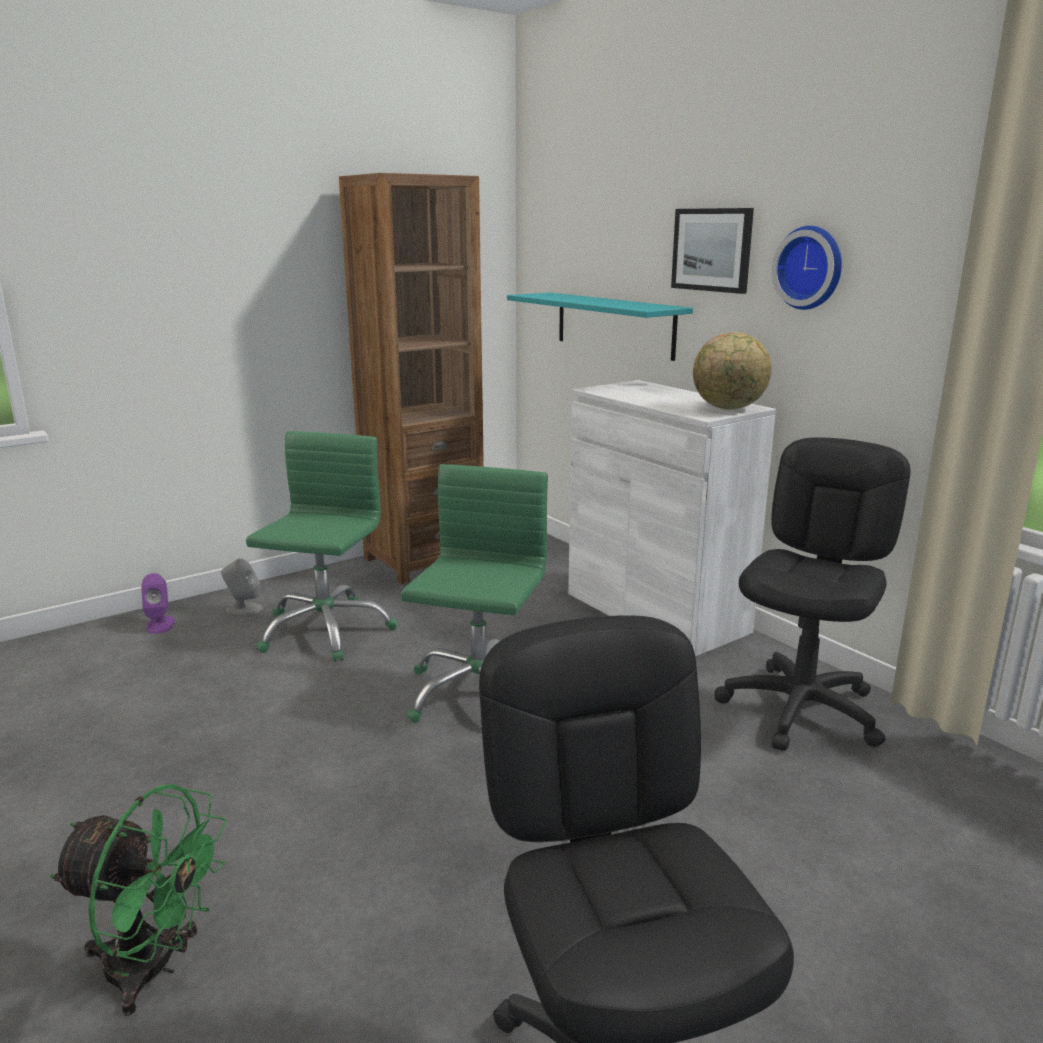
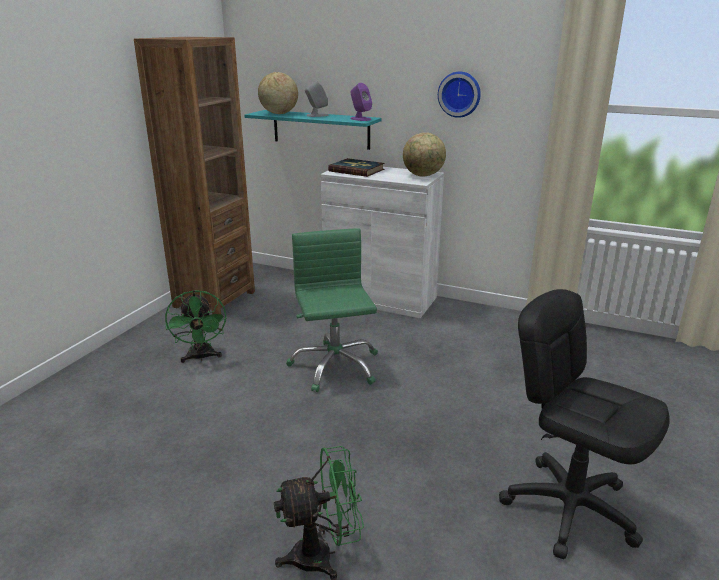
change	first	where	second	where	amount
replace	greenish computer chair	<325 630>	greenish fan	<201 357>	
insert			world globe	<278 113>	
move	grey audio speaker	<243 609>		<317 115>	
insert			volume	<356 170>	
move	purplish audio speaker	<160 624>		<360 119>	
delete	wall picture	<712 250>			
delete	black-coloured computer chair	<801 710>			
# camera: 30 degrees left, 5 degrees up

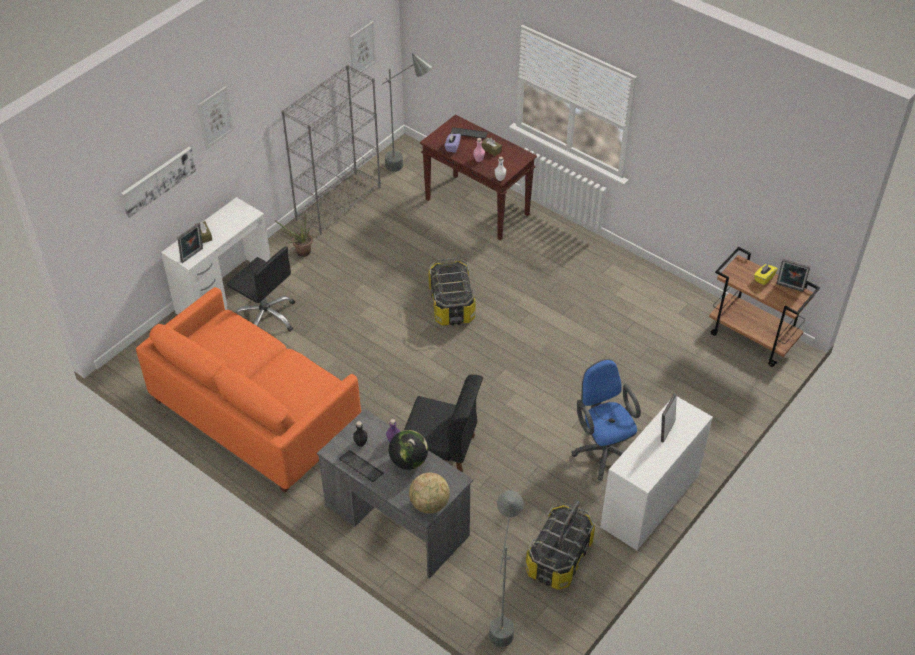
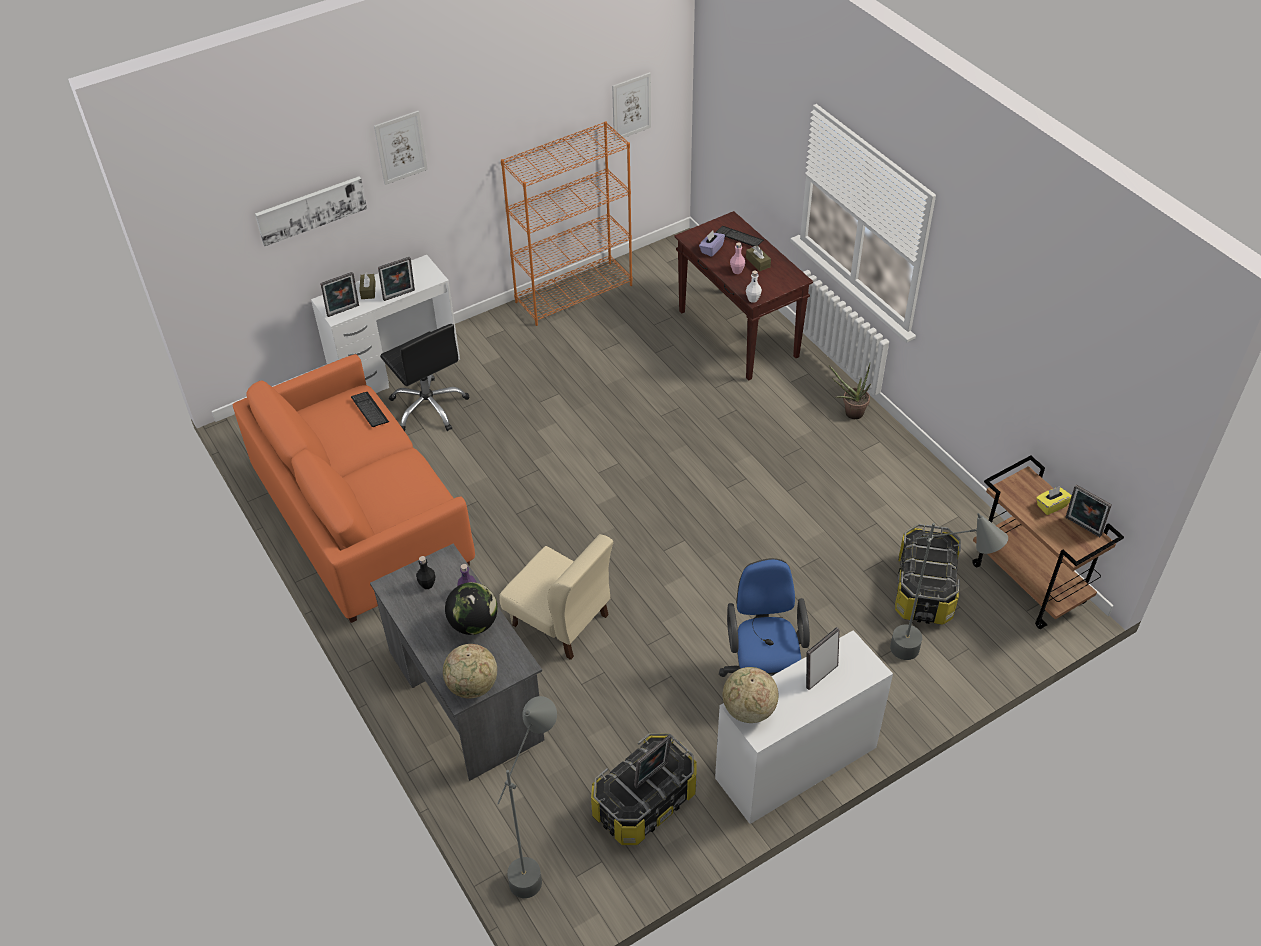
change	first	where	second	where	amount
move	keyboard	<361 467>		<370 410>	
insert			standing frame	<399 296>	
recolor	black-coloured plain chair	<442 449>	sand-coloured plain chair	<560 620>	
recolor	grey bookshelf	<338 203>	orange-coloured bookshelf	<574 293>	
insert			world globe	<748 710>	
move	plant in a pot	<300 252>		<850 413>	
move	grey standard lamp	<409 167>		<928 657>	
move	storage box	<452 304>		<925 590>	
# camera: 20 degrees right, 0 degrees up

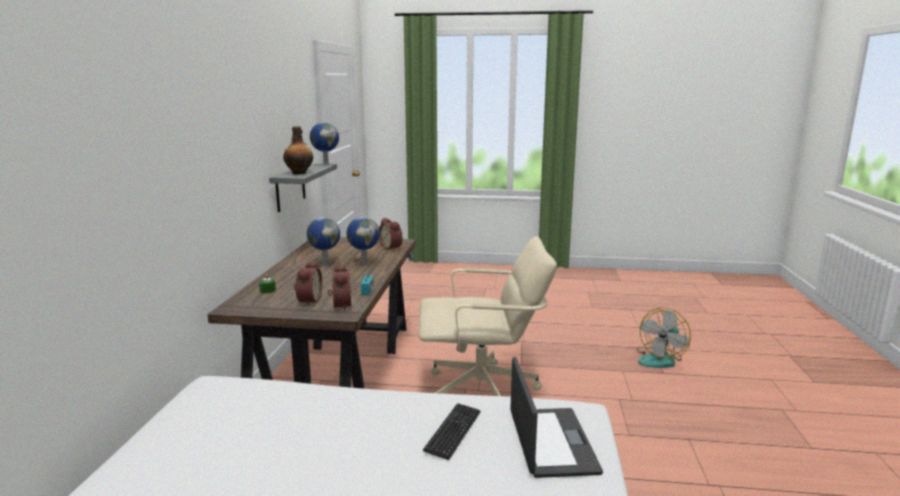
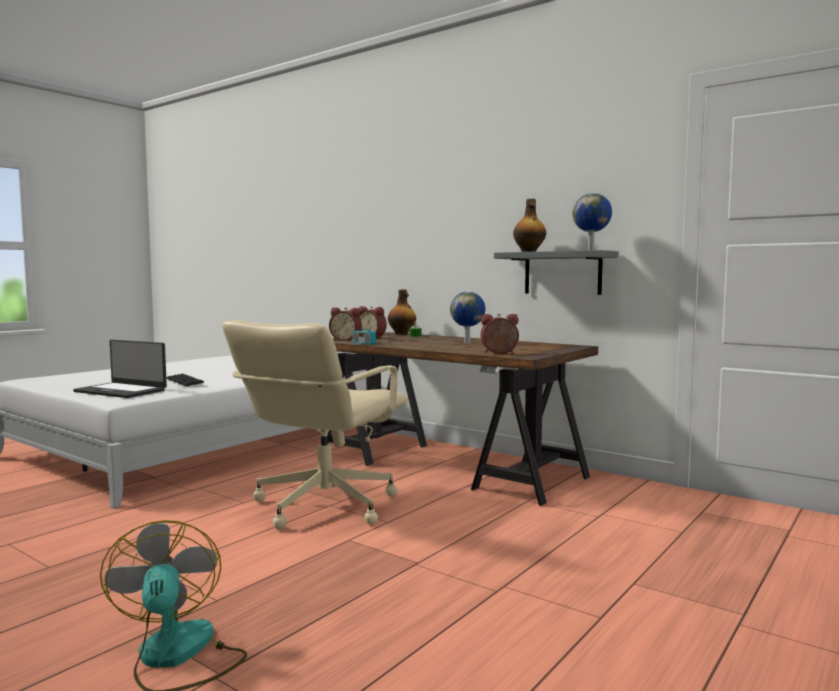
change	first	where	second	where	amount
insert			beverage bottle	<402 334>	
delete	world globe	<364 263>			
# camera: 120 degrees right, 10 degrees down

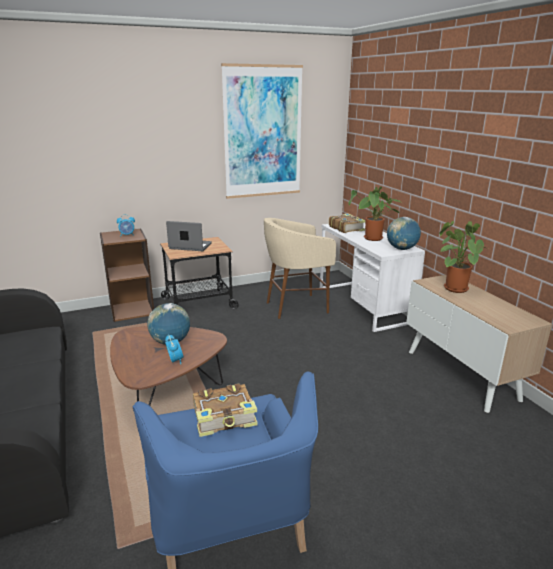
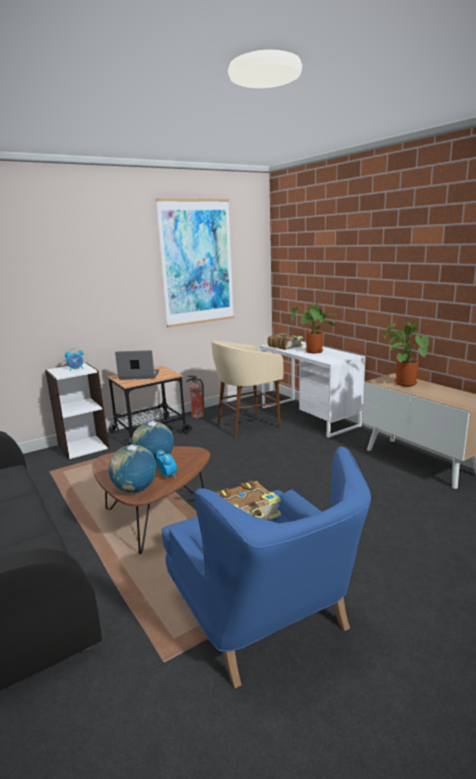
change	first	where	second	where	amount
recolor	brown bookshelf	<132 310>	whitish bookshelf	<83 447>	
move	world globe	<401 249>		<135 489>	
insert			extinguisher	<197 416>	
# camera: 10 degrees left, 5 degrees down

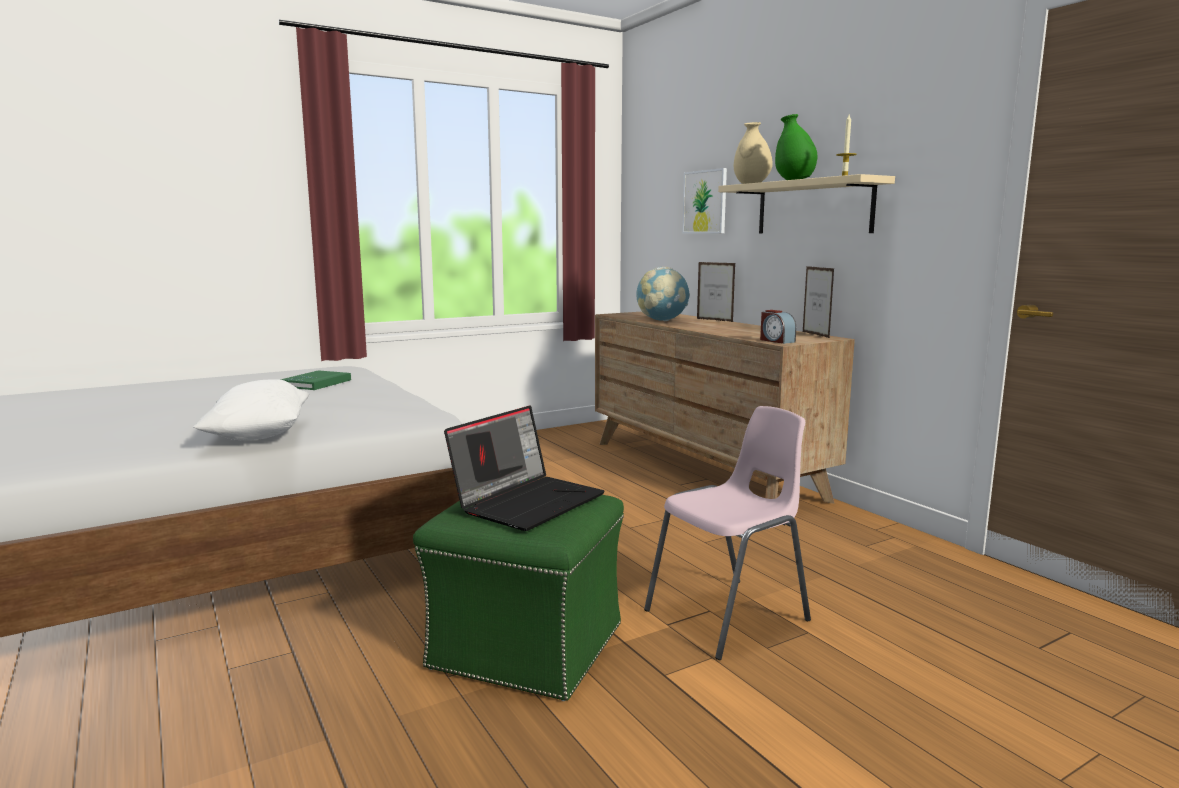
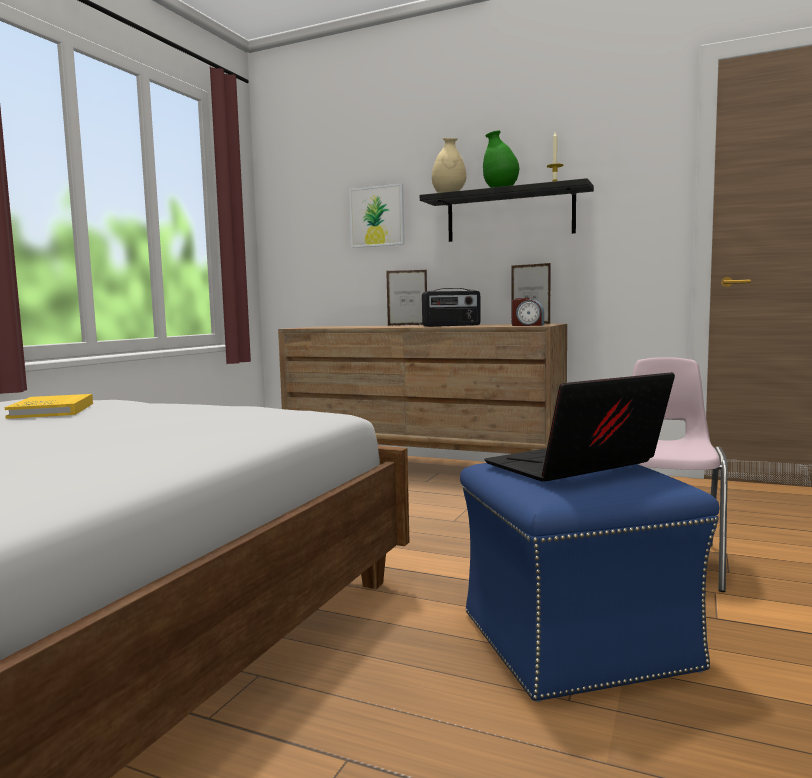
change	first	where	second	where	amount
recolor	greenish volume	<316 383>	yellow volume	<52 410>	
recolor	sand-coloured shelf	<813 208>	black-coloured shelf	<509 215>	
insert			radio set	<451 325>	
recolor	greenish footrest	<525 645>	bluish footrest	<574 641>	
rotate	laptop	<528 501>		<575 467>	120 degrees counterclockwise
delete	whitish pillow	<258 435>			
delete	world globe	<662 320>			
# camera: 35 degrees left, 5 degrees down

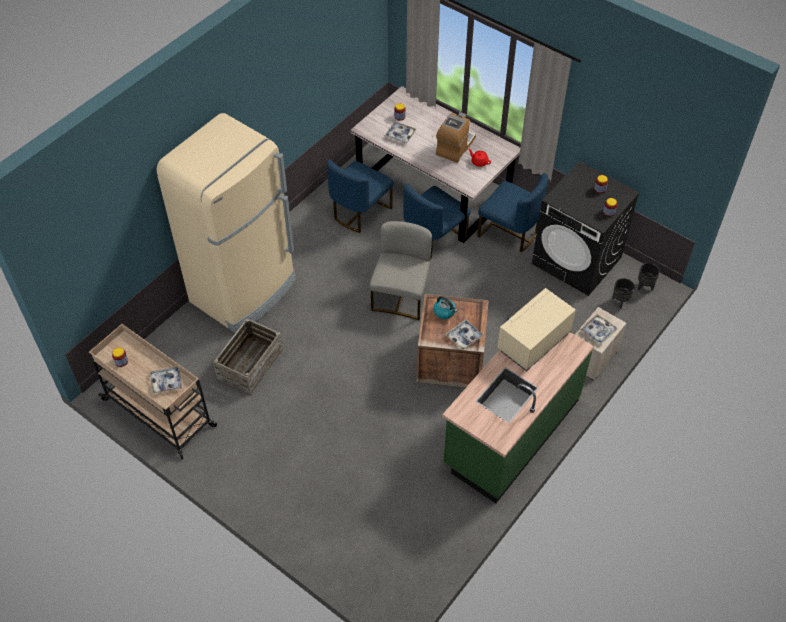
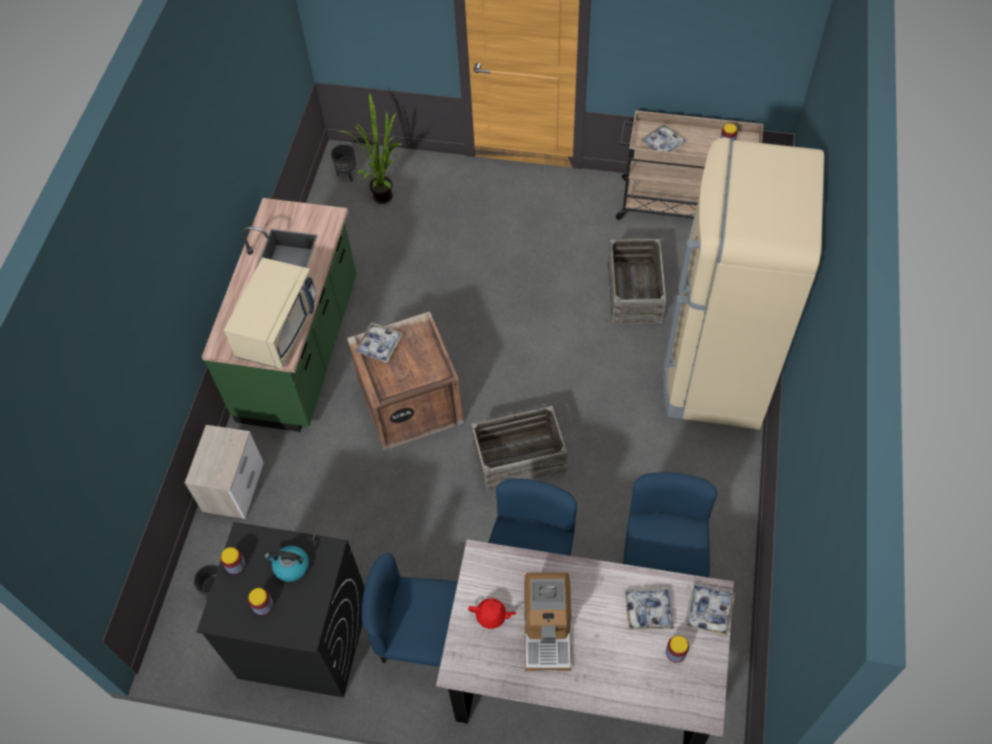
change	first	where	second	where	amount
move	water kettle	<445 312>		<291 567>	
move	black-coloured flower pot	<644 287>		<347 174>	
insert			plant in a pot	<385 194>	
replace	grey plain chair	<401 296>	shipping crate	<519 458>	
move	serving tray	<598 331>		<708 611>	
# camera: 155 degrees right, 5 degrees up

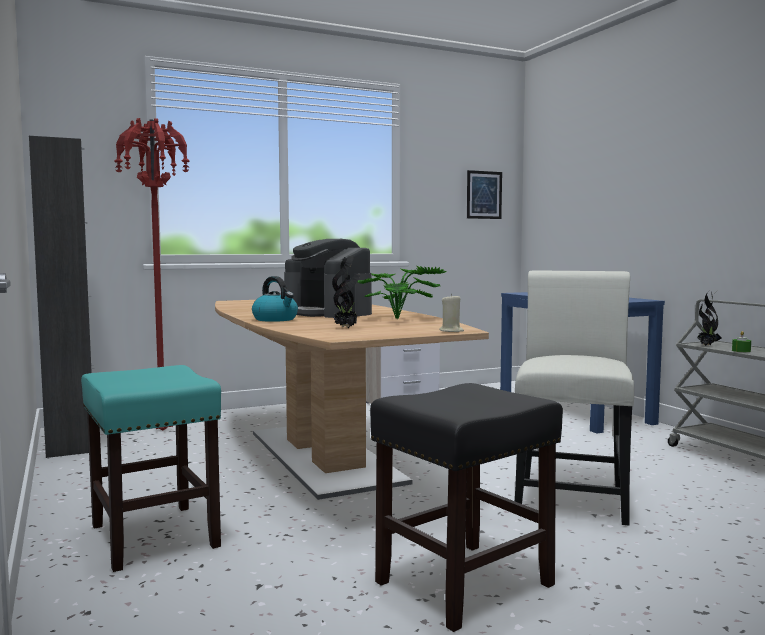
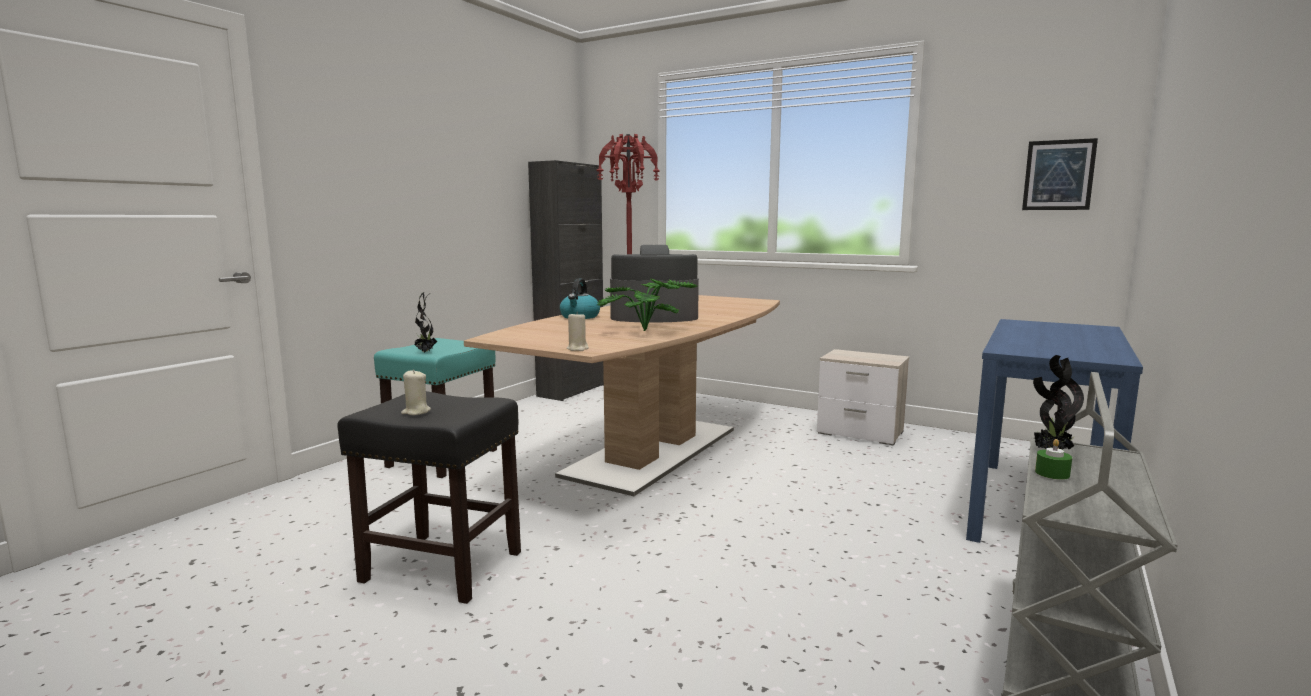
change	first	where	second	where	amount
insert			sand-coloured candle	<416 412>	
move	plant in a pot	<346 328>		<425 352>	
rotate	coffee maker	<328 313>		<653 317>	75 degrees clockwise
delete	whitish plain chair	<571 496>			
# camera: 55 degrees right, 5 degrees up

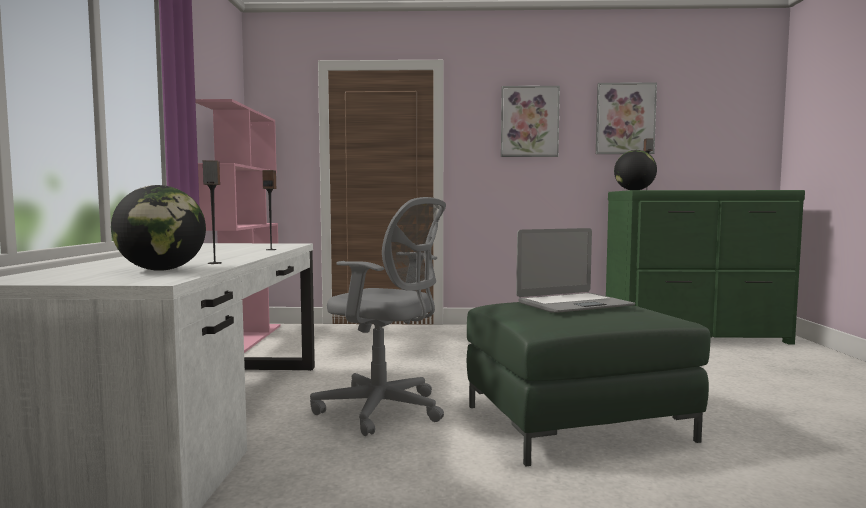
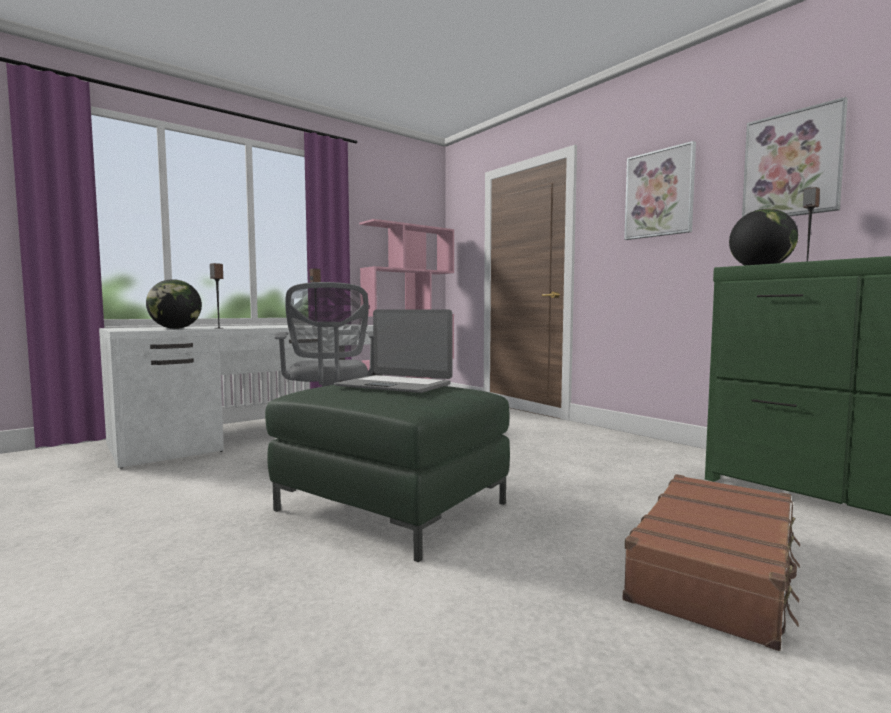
change	first	where	second	where	amount
insert			brown travel case	<716 571>	
# camera: 50 degrees right, 0 degrees up

